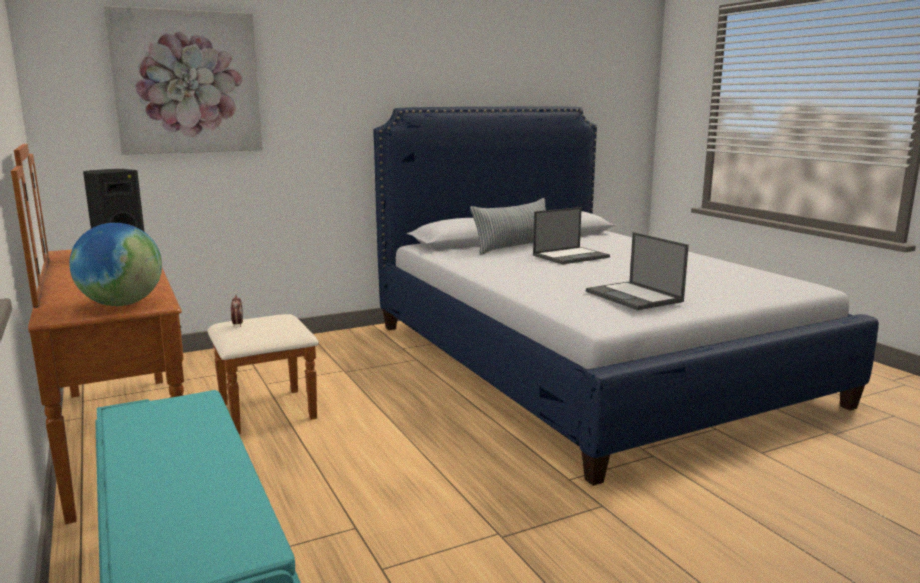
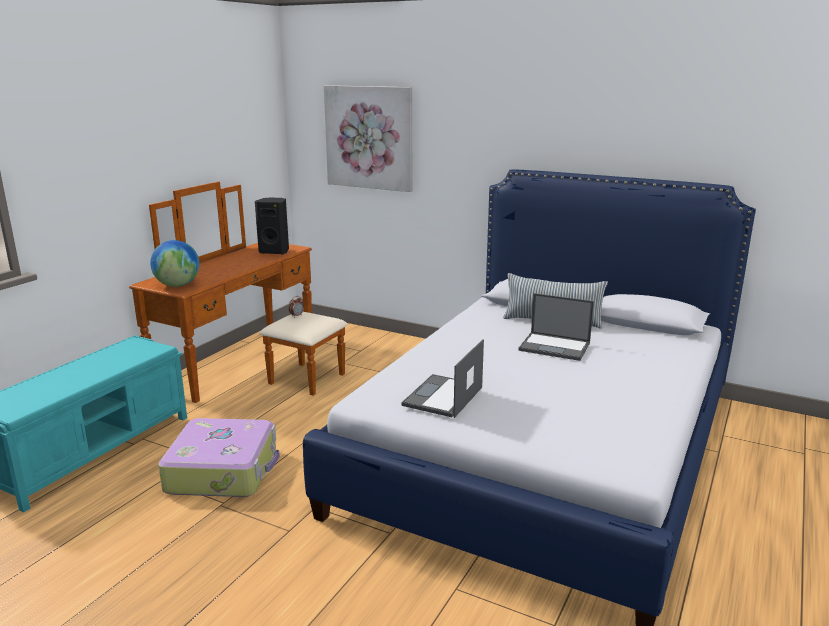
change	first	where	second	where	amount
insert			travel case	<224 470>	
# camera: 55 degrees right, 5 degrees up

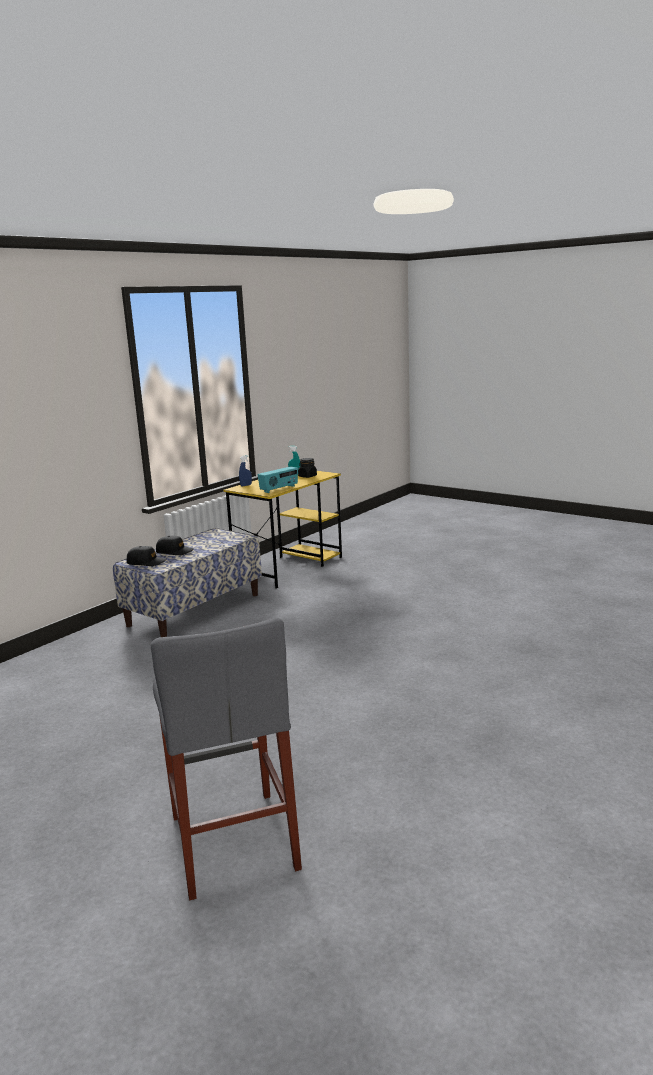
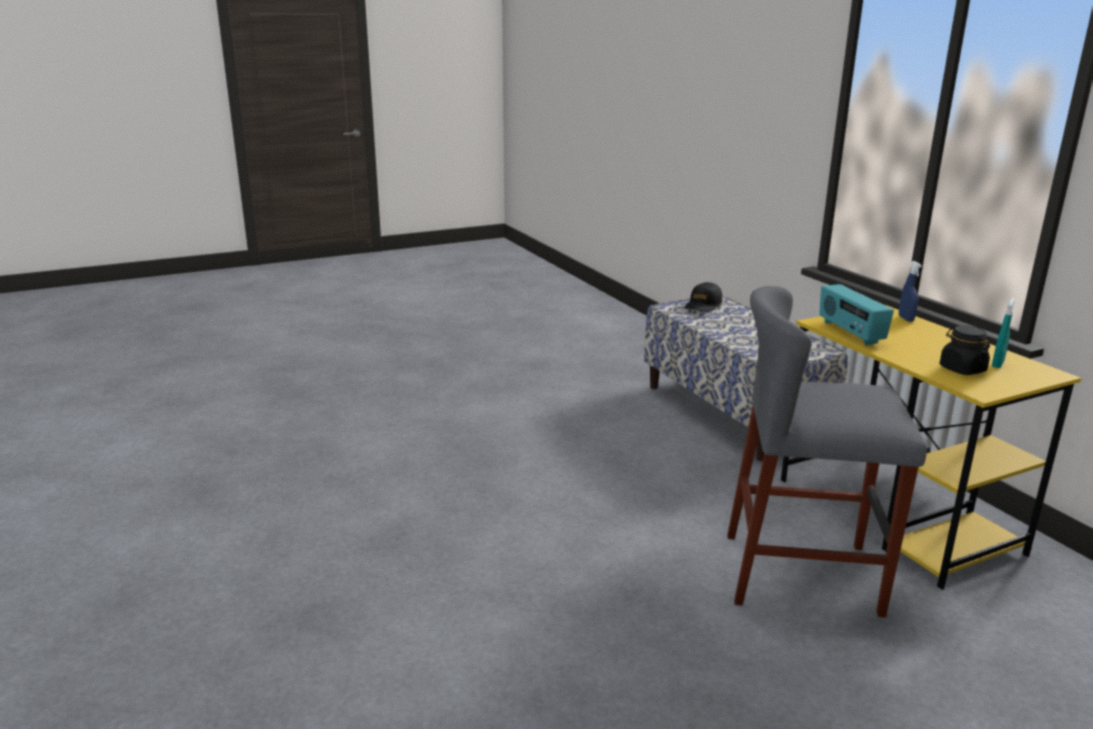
change	first	where	second	where	amount
move	grey stool	<233 841>		<801 574>	
delete	black-coloured cap	<175 551>			
# camera: 115 degrees right, 5 degrees up

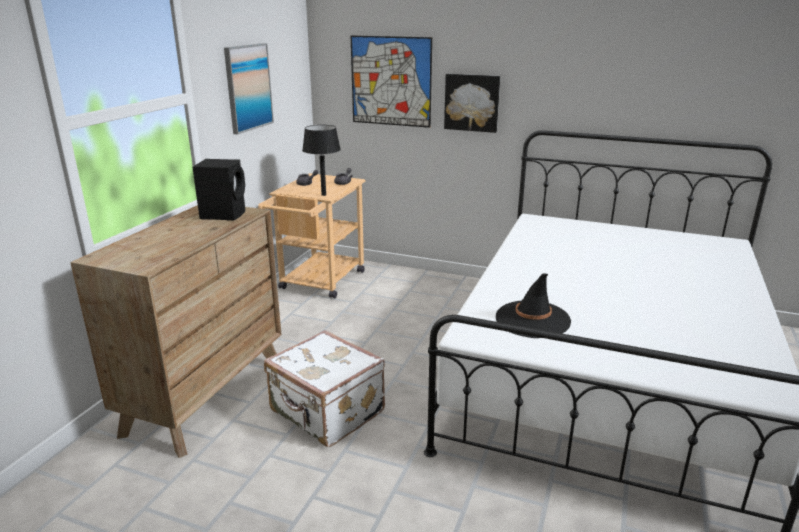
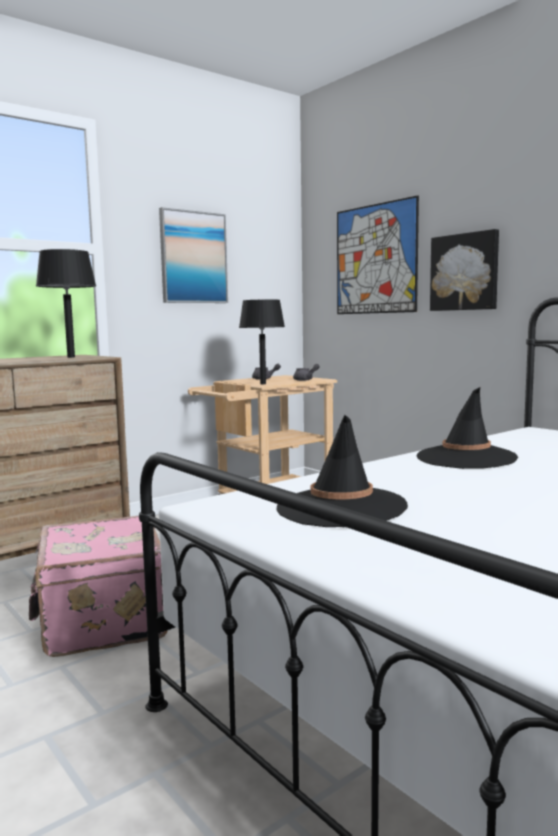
change	first	where	second	where	amount
recolor	whitish travel case	<326 413>	pinkish travel case	<101 621>	
replace	black-coloured audio speaker	<224 214>	black-coloured tabletop lamp	<71 357>	
insert			black-coloured wearable hat	<466 458>	
# camera: 30 degrees right, 15 degrees down

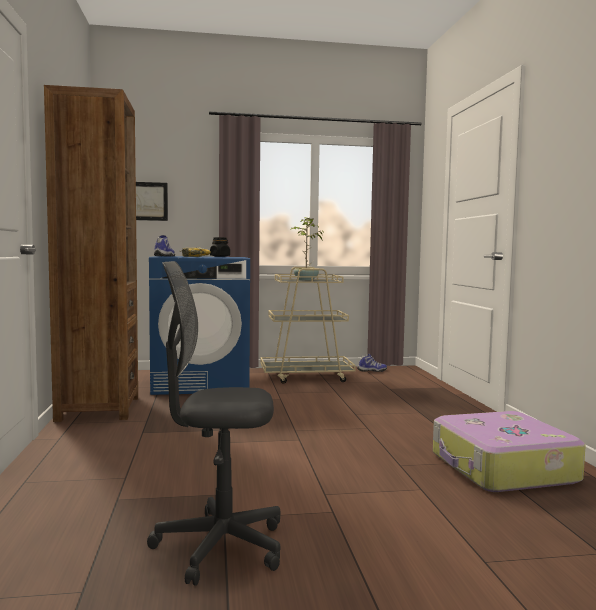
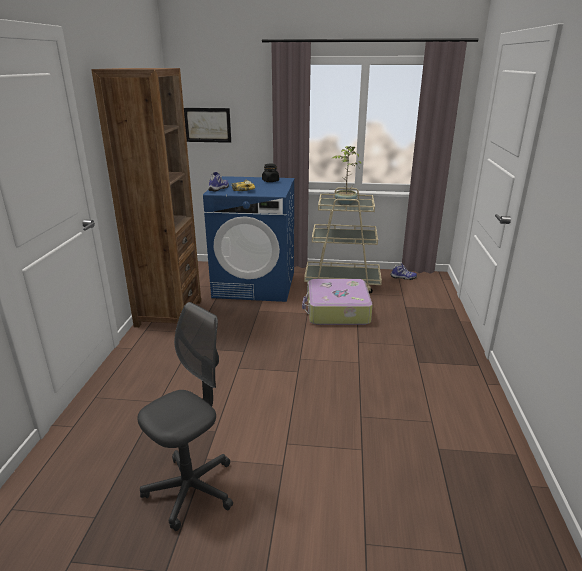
change	first	where	second	where	amount
rotate	grey computer chair	<220 547>		<191 490>	120 degrees clockwise
move	travel case	<502 468>		<337 311>	
# camera: 15 degrees right, 20 degrees up

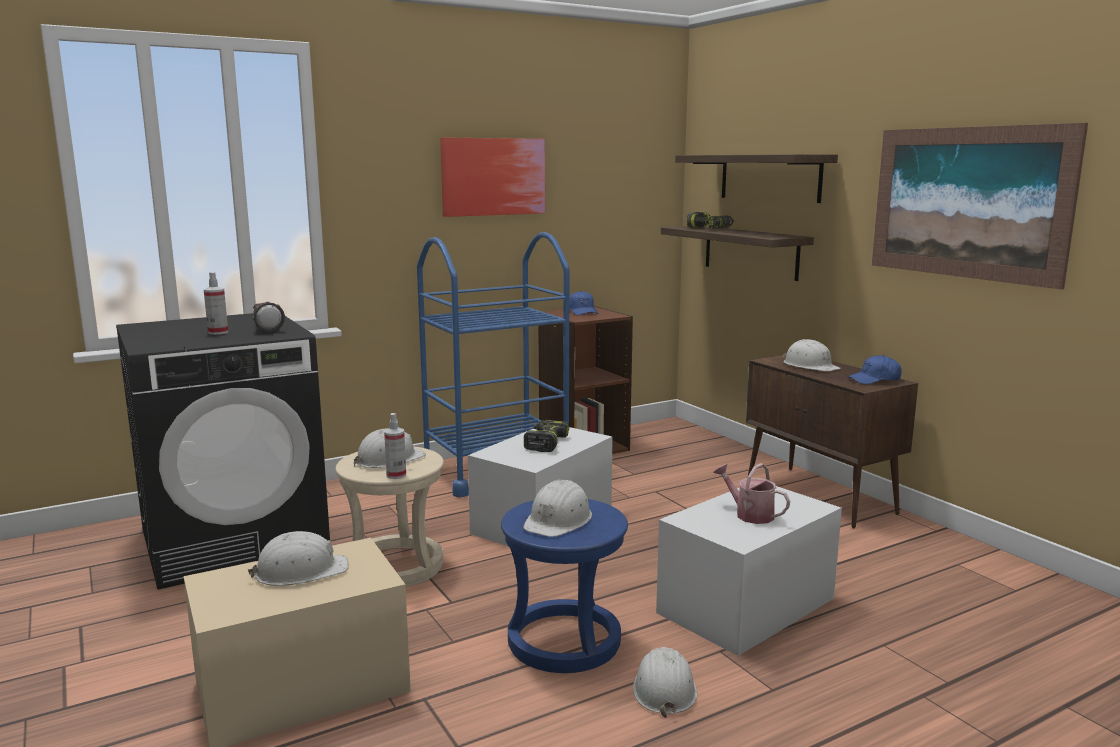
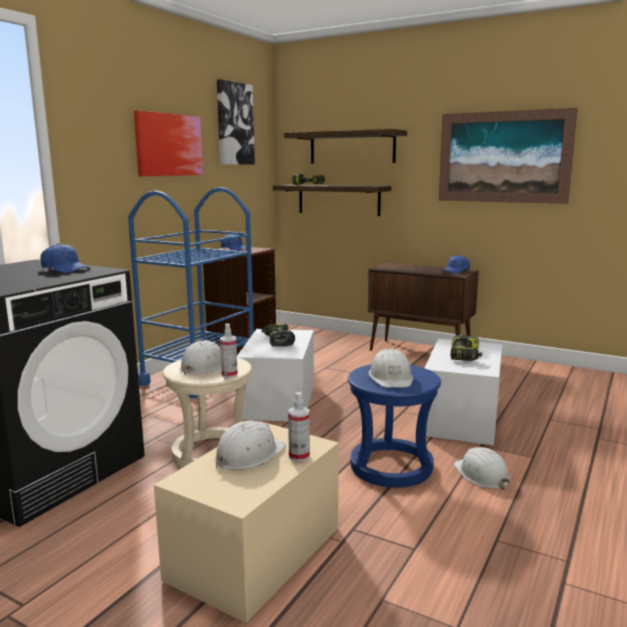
change	first	where	second	where	amount
replace	torch	<265 327>	bluish cap	<65 269>	
insert			wall picture	<234 124>	
move	hand sprayer	<218 332>		<299 456>	
replace	sprinkling can	<749 514>	electric drill	<465 356>	
delete	whitish work helmet	<810 366>			
# camera: 30 degrees left, 0 degrees up

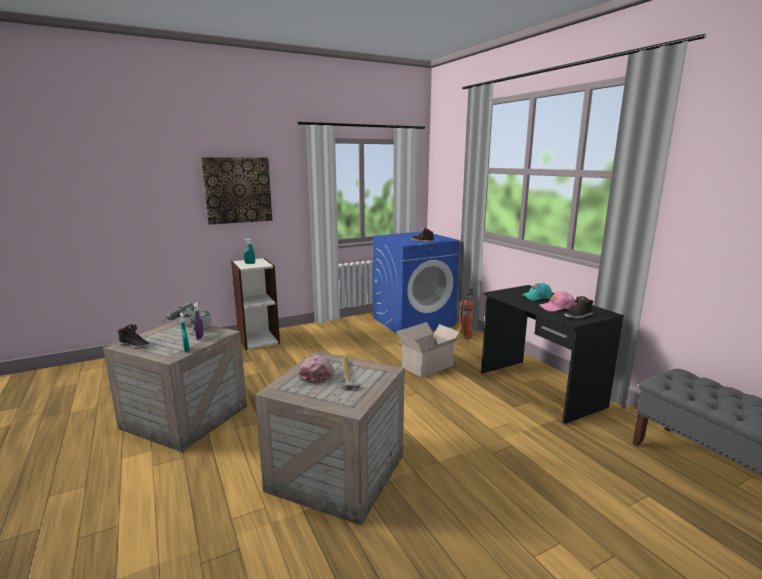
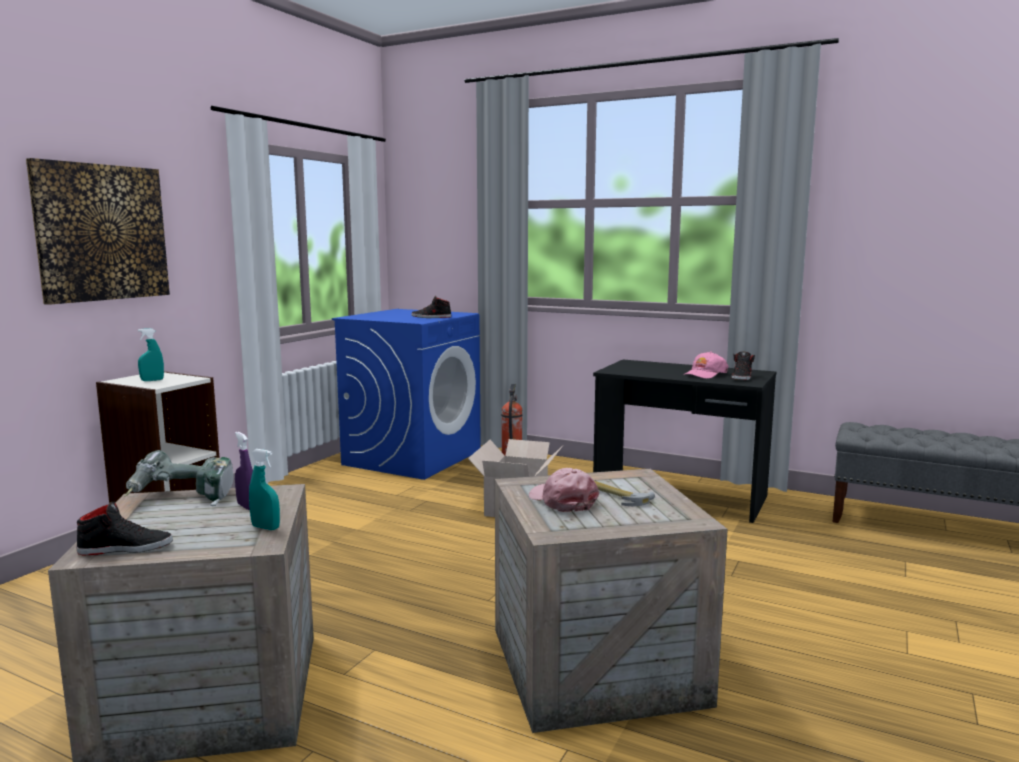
change	first	where	second	where	amount
delete	blue-green cap	<536 298>			
# camera: 35 degrees left, 5 degrees down

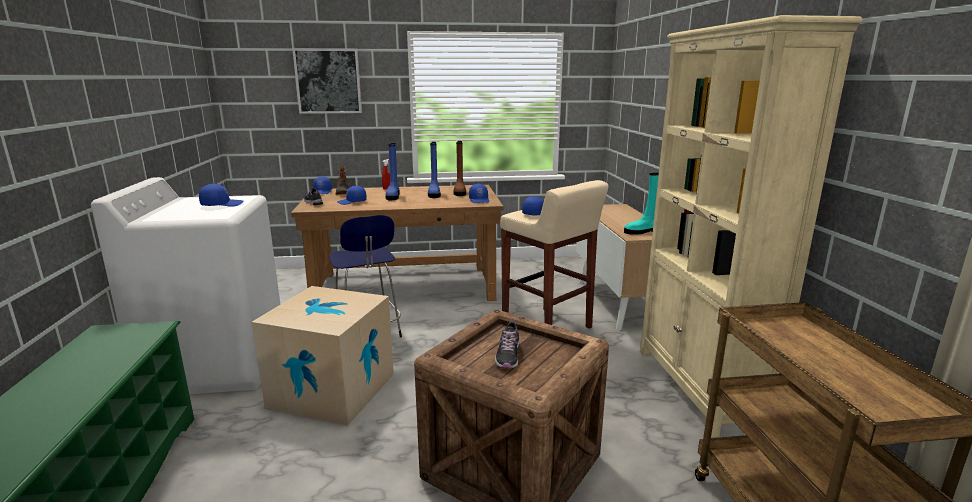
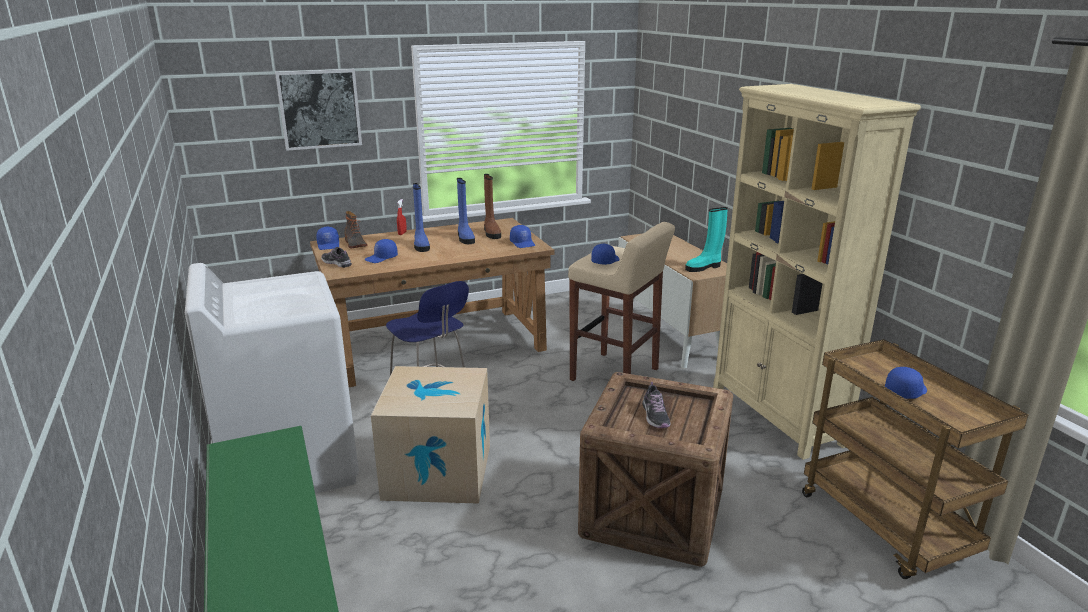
change	first	where	second	where	amount
move	bluish cap	<222 204>		<905 390>	
# camera: 15 degrees left, 5 degrees up

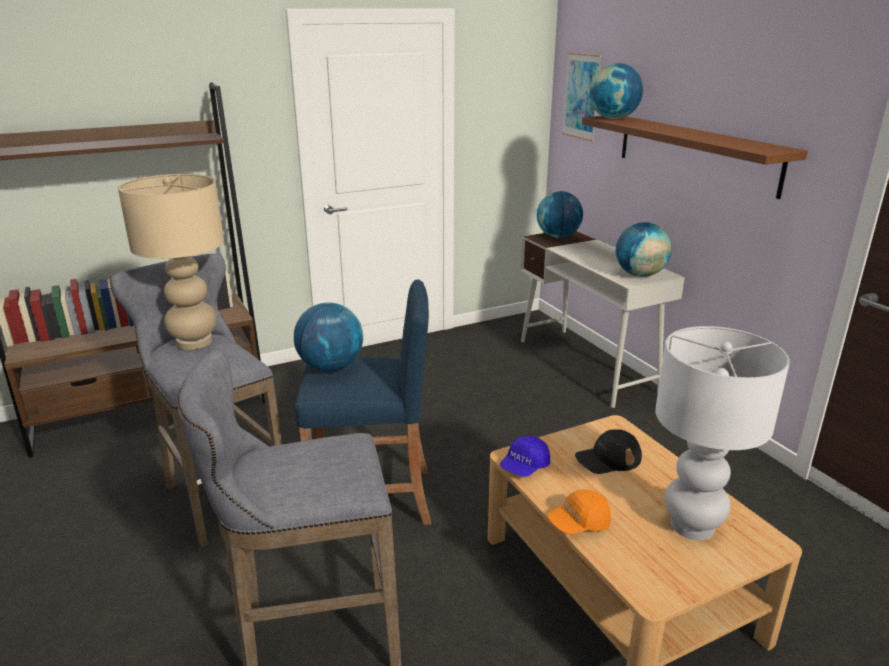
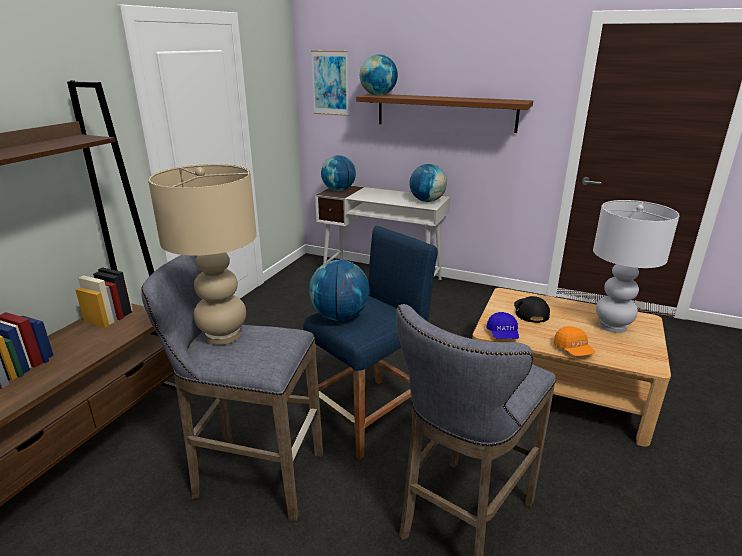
change	first	where	second	where	amount
rotate	black-coloured cap	<608 458>		<530 311>	150 degrees clockwise
rotate	orange-coloured cap	<578 523>		<573 350>	45 degrees counterclockwise
# camera: 40 degrees left, 0 degrees up

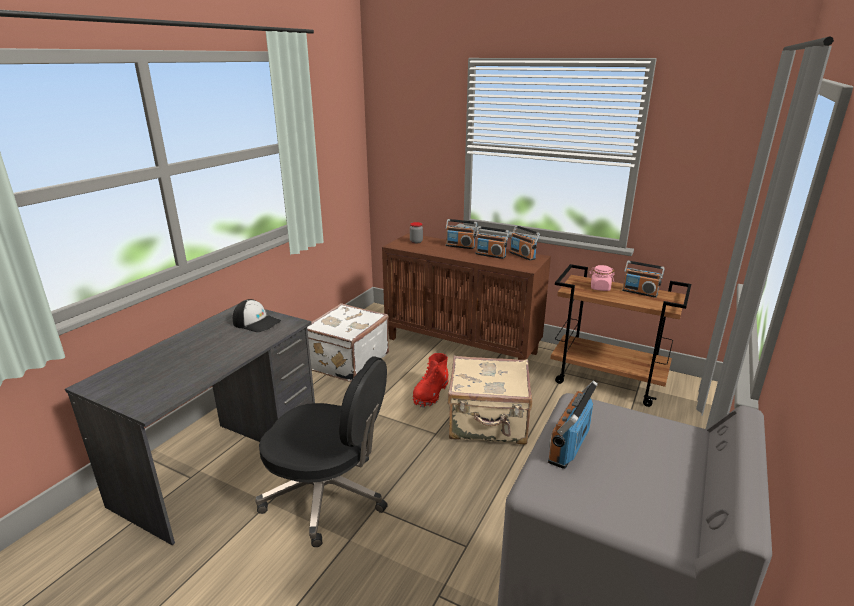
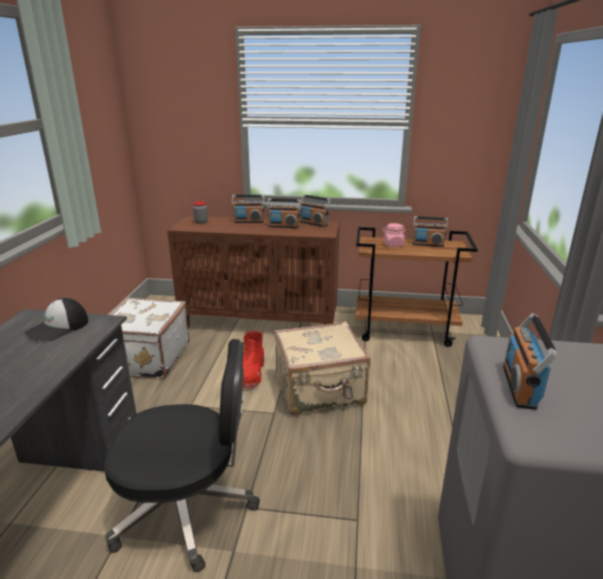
change	first	where	second	where	amount
rotate	cap	<257 322>		<58 328>	120 degrees clockwise
# camera: 20 degrees left, 0 degrees up

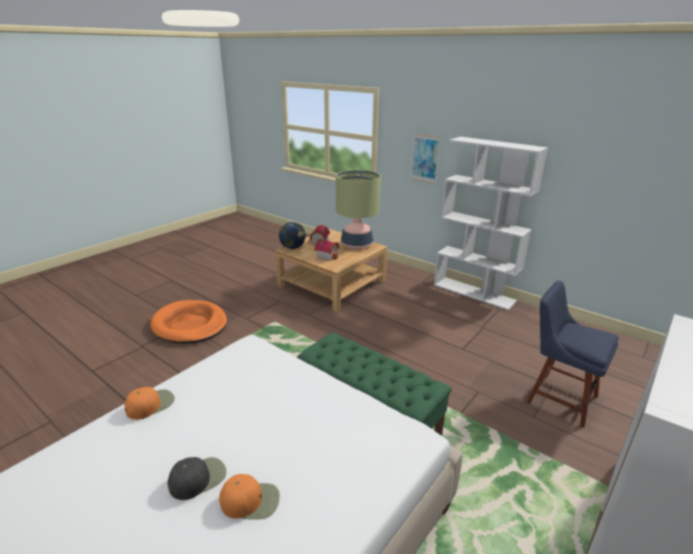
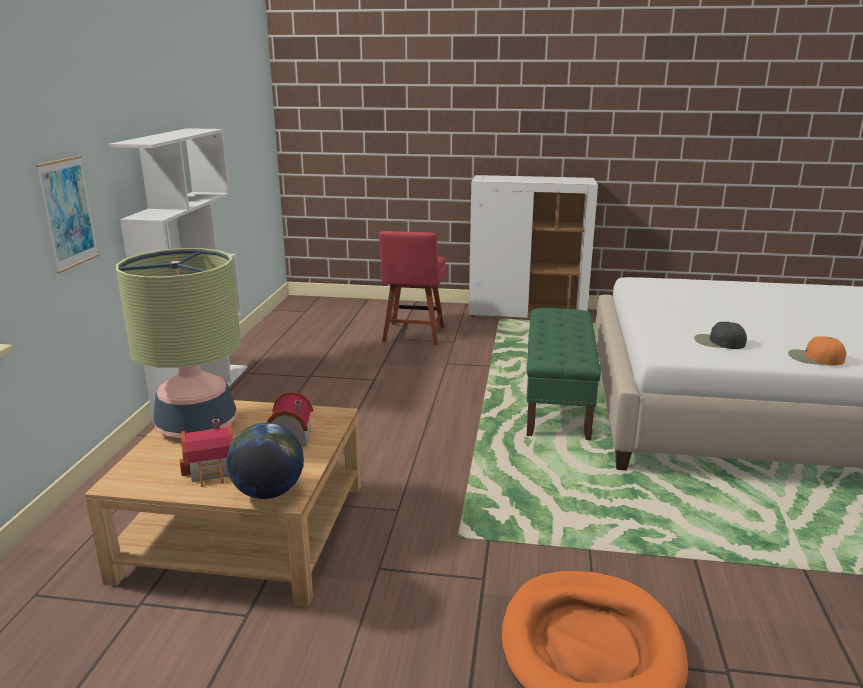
change	first	where	second	where	amount
recolor	bluish plain chair	<558 397>	red-coloured plain chair	<413 335>	
move	black-coloured cap	<198 478>		<718 342>	
delete	orange-coloured cap	<251 500>			
# camera: 120 degrees left, 5 degrees down

